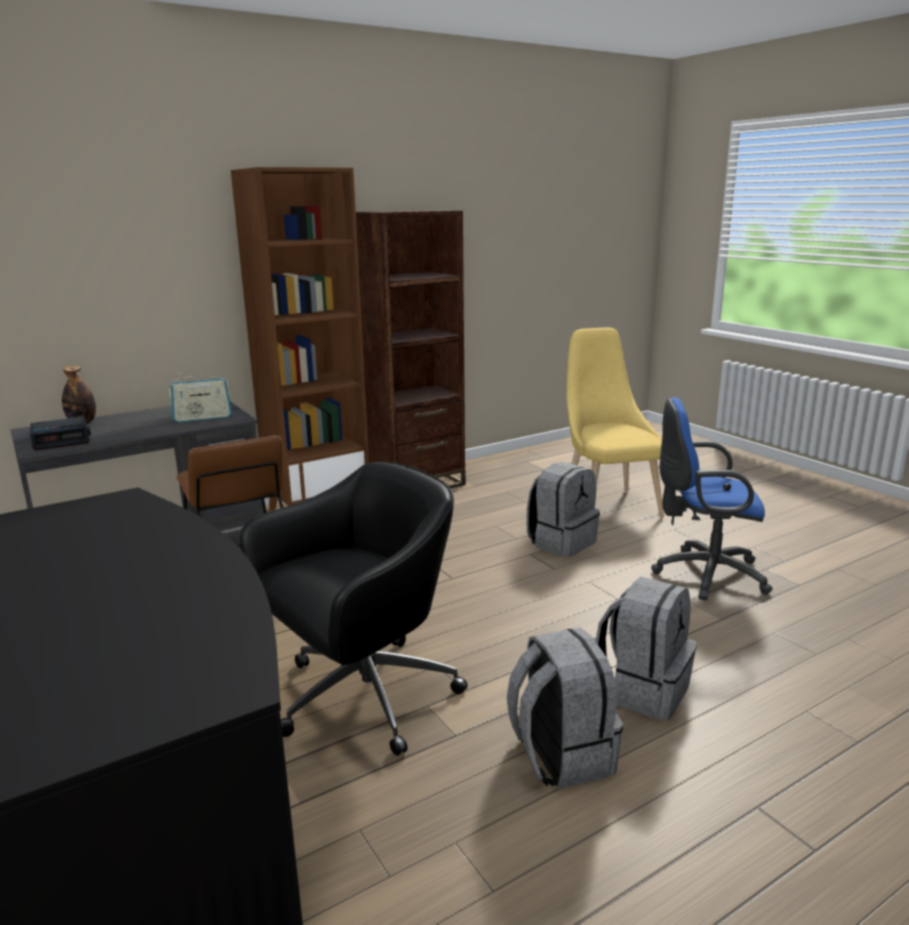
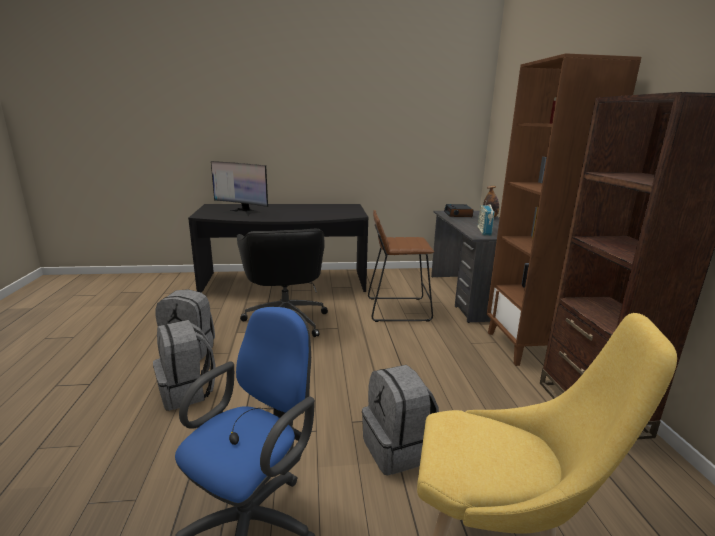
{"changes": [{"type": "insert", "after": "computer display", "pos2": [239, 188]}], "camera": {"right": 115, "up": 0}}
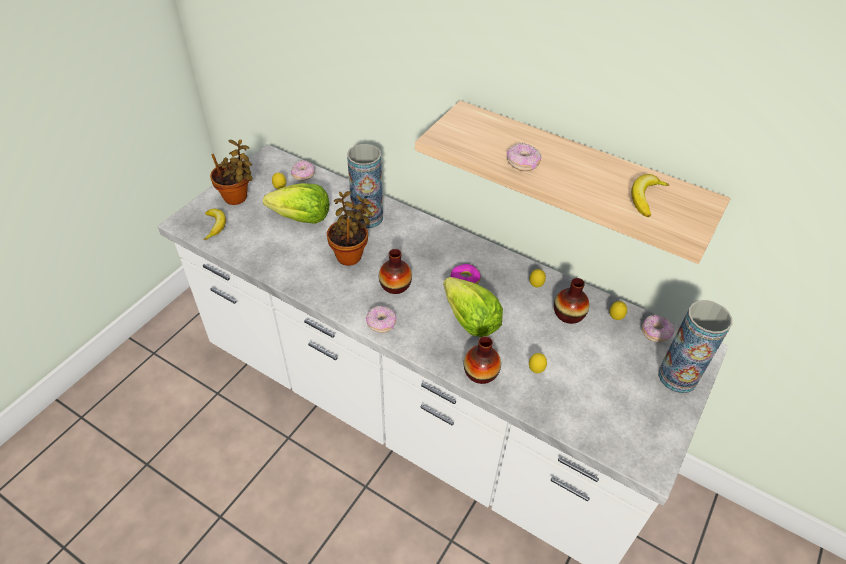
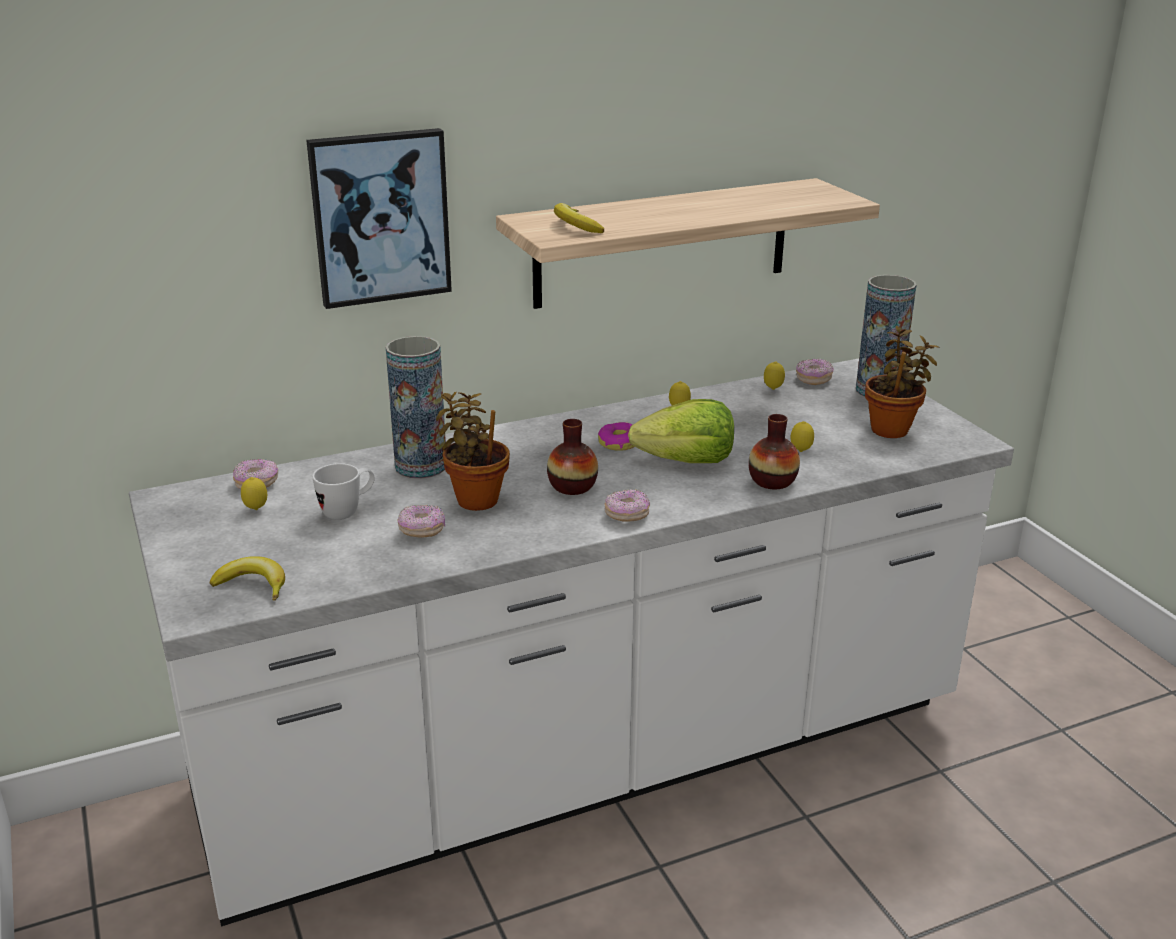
{"changes": [{"type": "move", "before": "potted plant", "pos1": [231, 172], "pos2": [902, 382]}, {"type": "replace", "before": "lettuce", "after": "white coffee mug", "pos1": [296, 203], "pos2": [343, 491]}, {"type": "move", "before": "ring doughnut", "pos1": [524, 157], "pos2": [421, 521]}, {"type": "delete", "before": "decorative vase", "pos1": [571, 301]}, {"type": "move", "before": "whole banana", "pos1": [650, 195], "pos2": [579, 218]}, {"type": "insert", "after": "picture", "pos2": [379, 218]}], "camera": {"right": -55, "up": -20}}
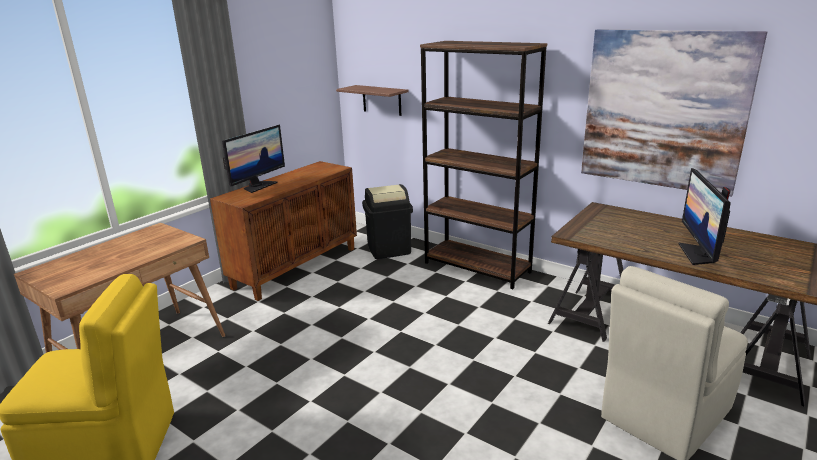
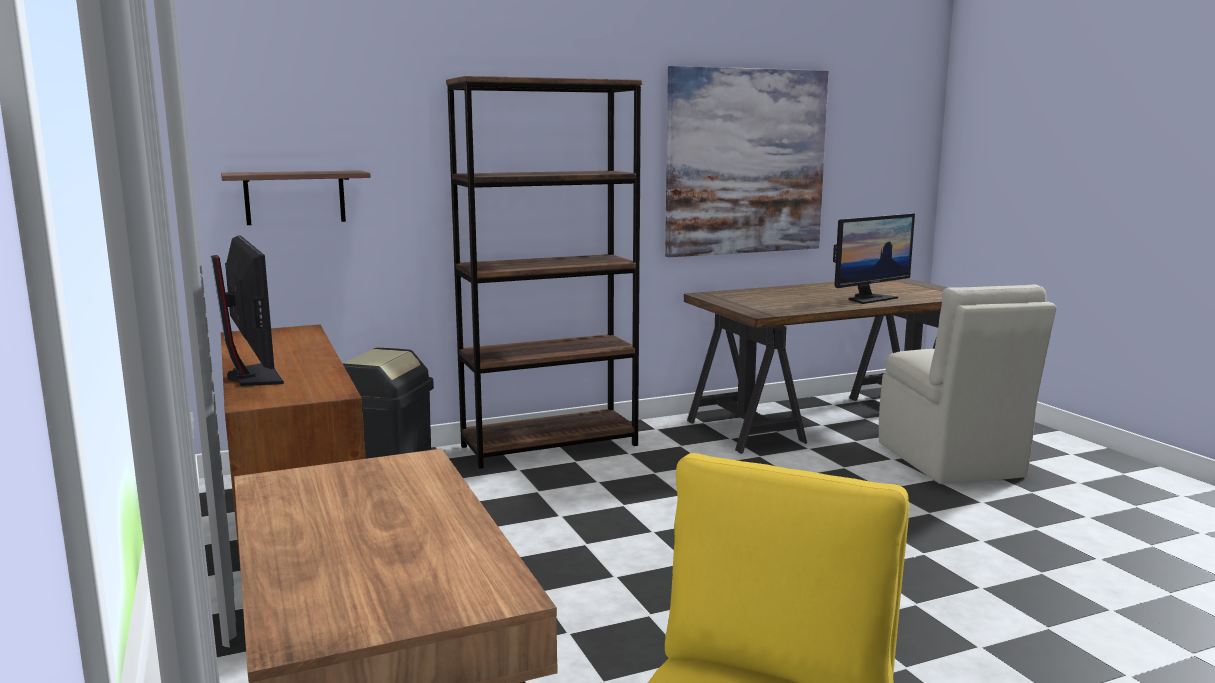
{"changes": [{"type": "rotate", "before": "computer display", "pos1": [705, 216], "pos2": [874, 259], "turn": -75}], "camera": {"right": -60, "up": -10}}
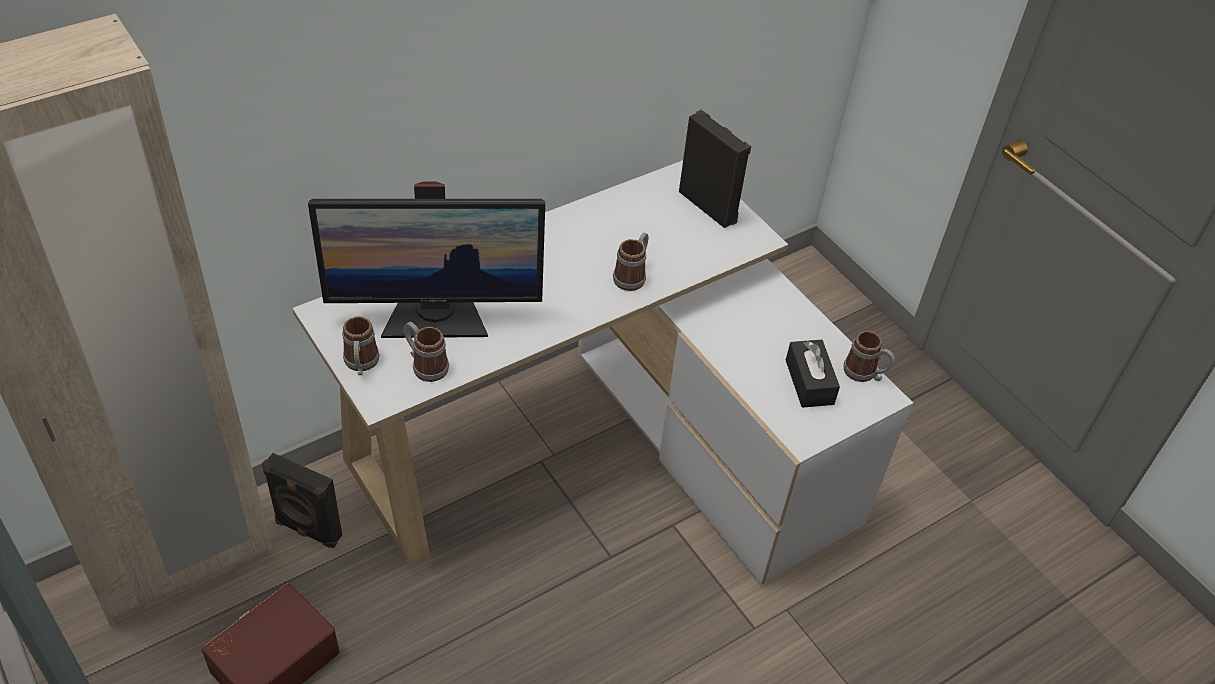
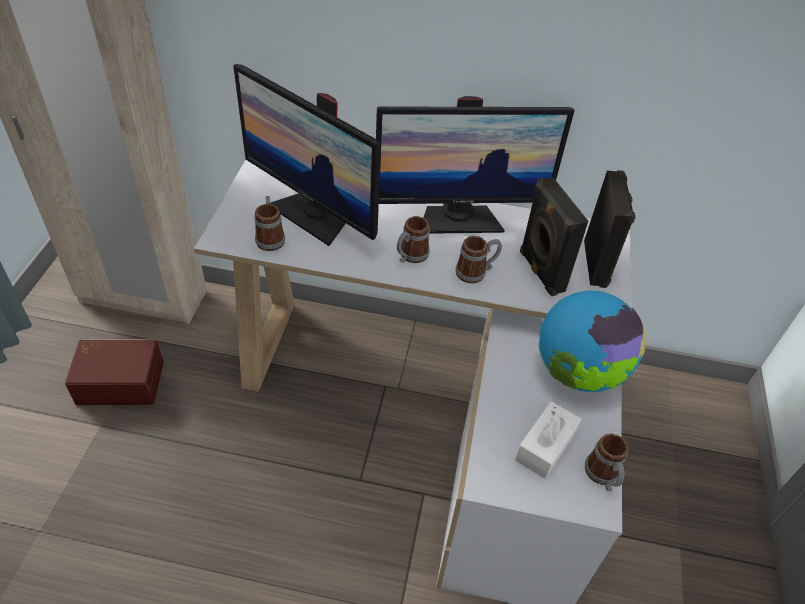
{"changes": [{"type": "move", "before": "blackish speaker", "pos1": [302, 500], "pos2": [554, 236]}, {"type": "move", "before": "coffee mug", "pos1": [361, 345], "pos2": [413, 239]}, {"type": "recolor", "before": "blackish box of tissues", "after": "white box of tissues", "pos1": [813, 374], "pos2": [548, 440]}, {"type": "insert", "after": "computer display", "pos2": [475, 165]}, {"type": "insert", "after": "globe", "pos2": [592, 341]}], "camera": {"right": 45, "up": 0}}
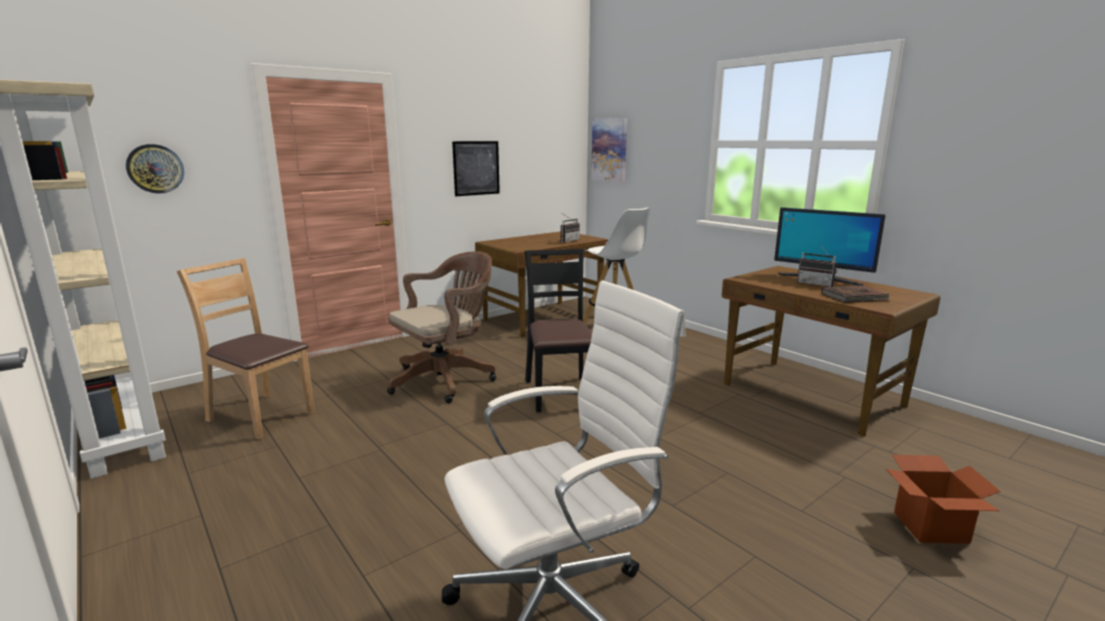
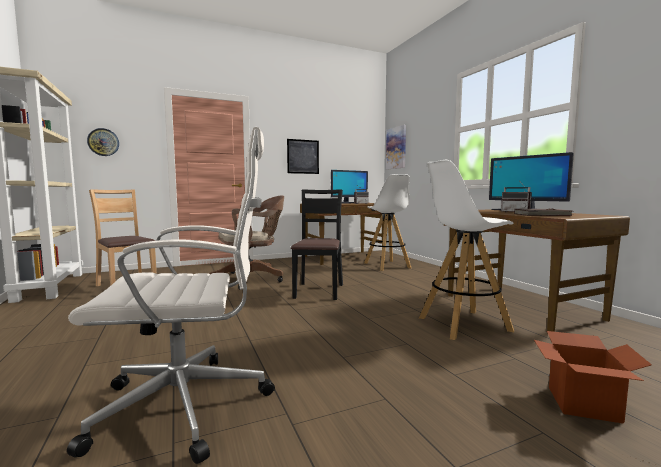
{"changes": [{"type": "insert", "after": "computer display", "pos2": [349, 187]}, {"type": "insert", "after": "white stool seat", "pos2": [466, 250]}], "camera": {"right": 15, "up": -10}}
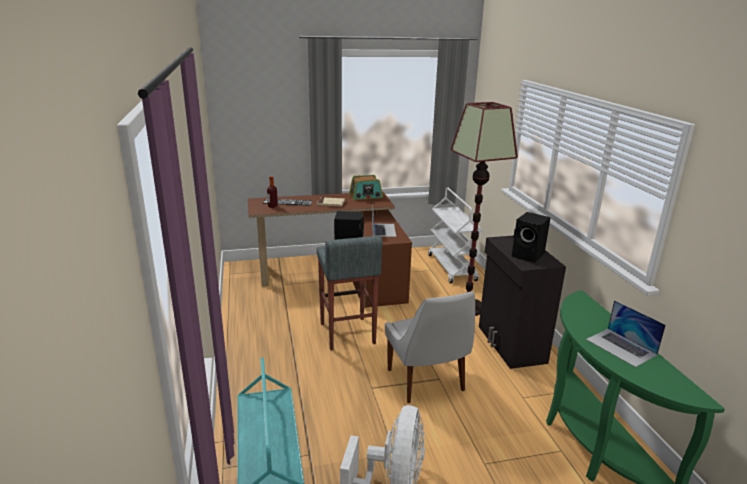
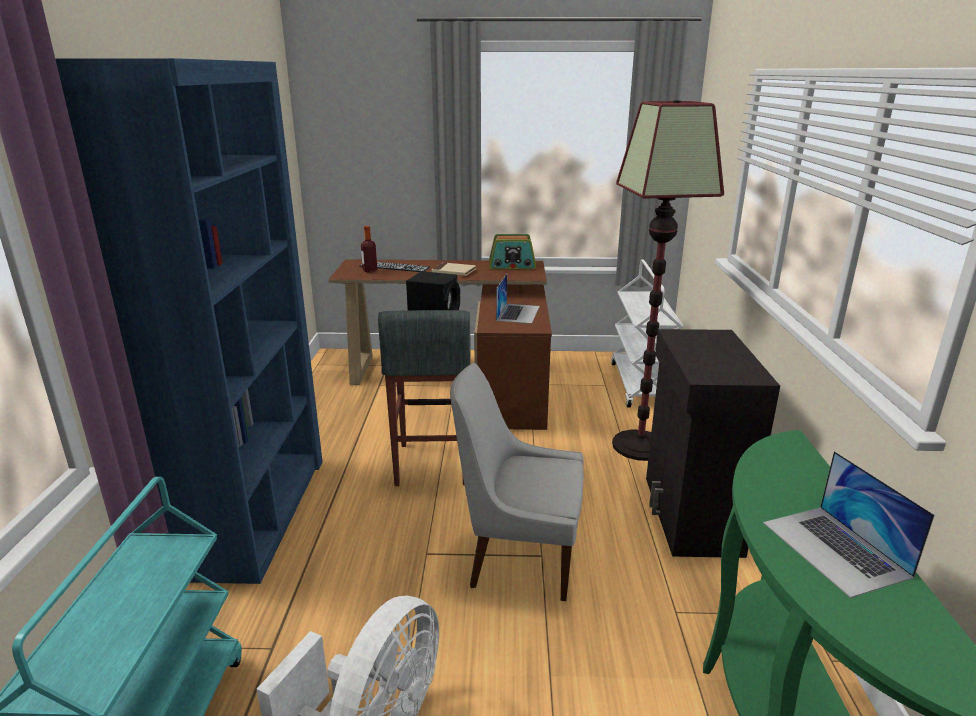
{"changes": [{"type": "rotate", "before": "white upright chair", "pos1": [430, 347], "pos2": [517, 482], "turn": 105}, {"type": "delete", "before": "blackish speaker", "pos1": [531, 237]}, {"type": "insert", "after": "blue-coloured shelving unit", "pos2": [189, 321]}], "camera": {"right": 15, "up": 0}}
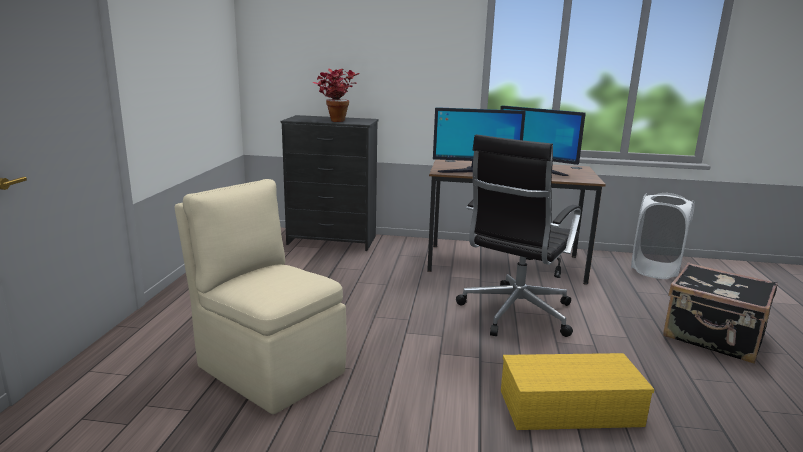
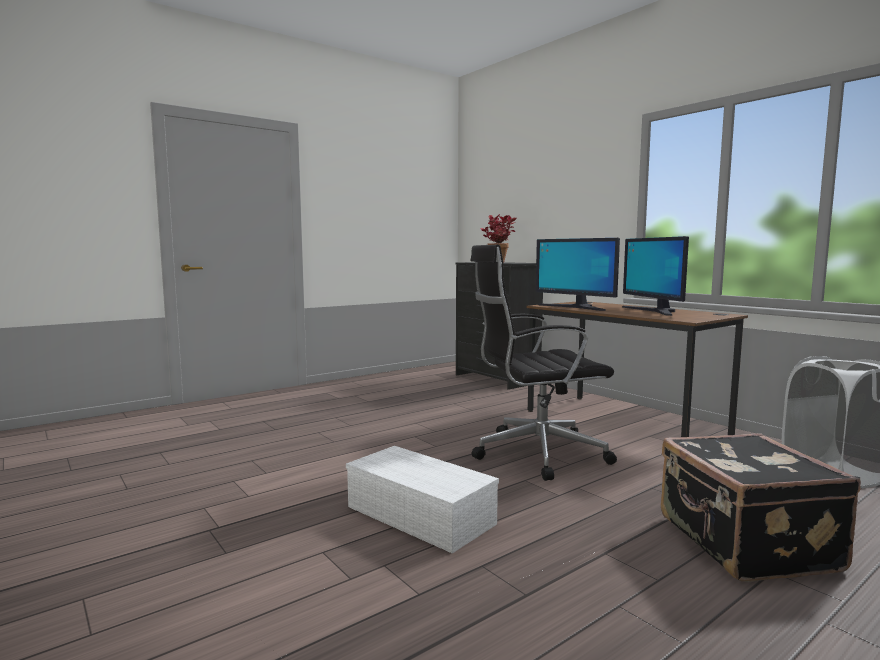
{"changes": [{"type": "delete", "before": "beige upright chair", "pos1": [261, 296]}, {"type": "recolor", "before": "yellow storage bin", "after": "white storage bin", "pos1": [578, 391], "pos2": [422, 499]}], "camera": {"right": 45, "up": -10}}
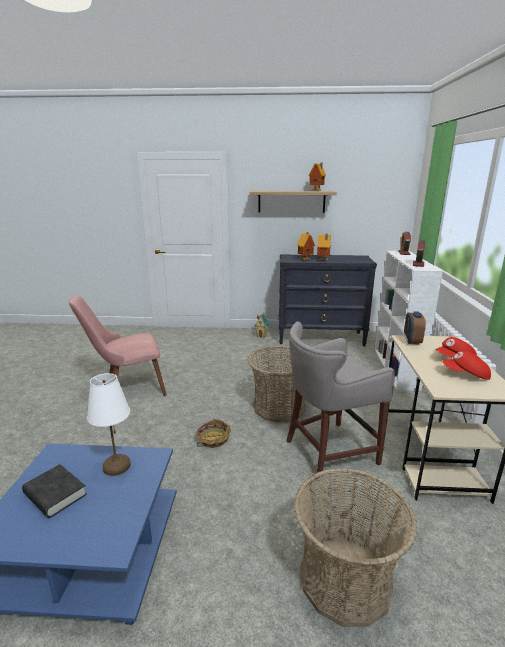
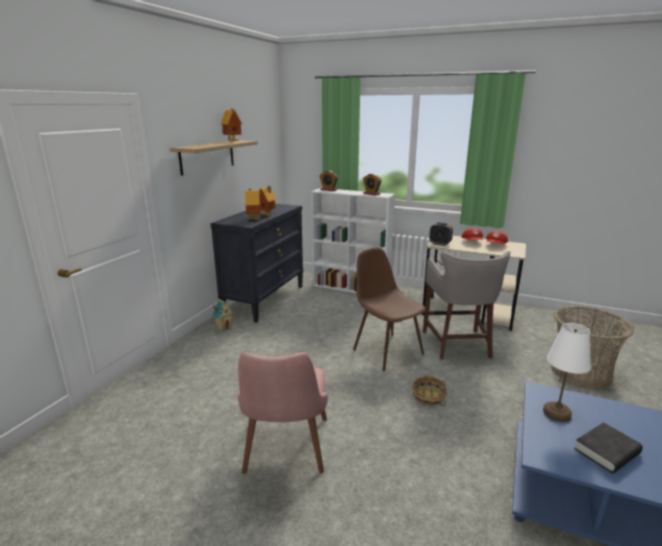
{"changes": [{"type": "replace", "before": "basket", "after": "brownish upright chair", "pos1": [277, 384], "pos2": [389, 309]}], "camera": {"right": -70, "up": 0}}
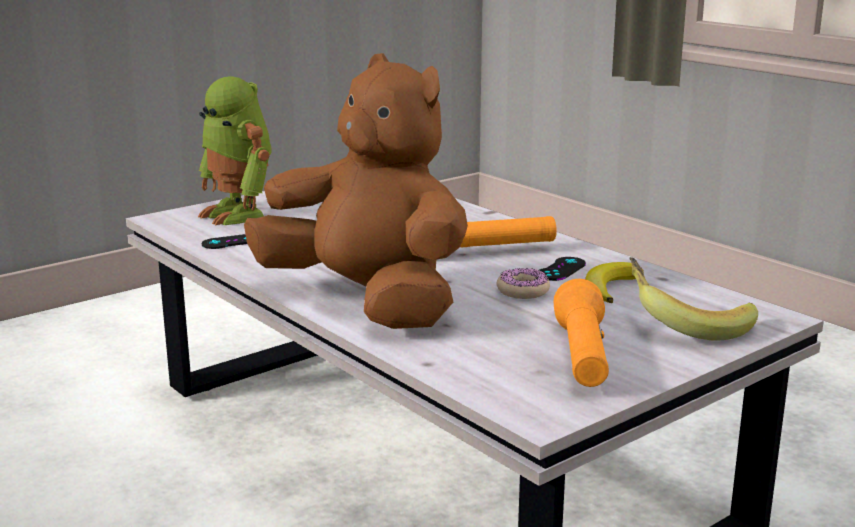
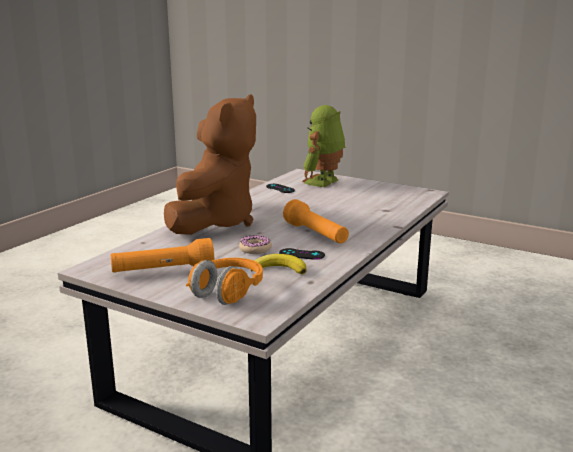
{"changes": [{"type": "replace", "before": "whole banana", "after": "orange-coloured headset", "pos1": [693, 299], "pos2": [224, 281]}], "camera": {"right": 70, "up": 0}}
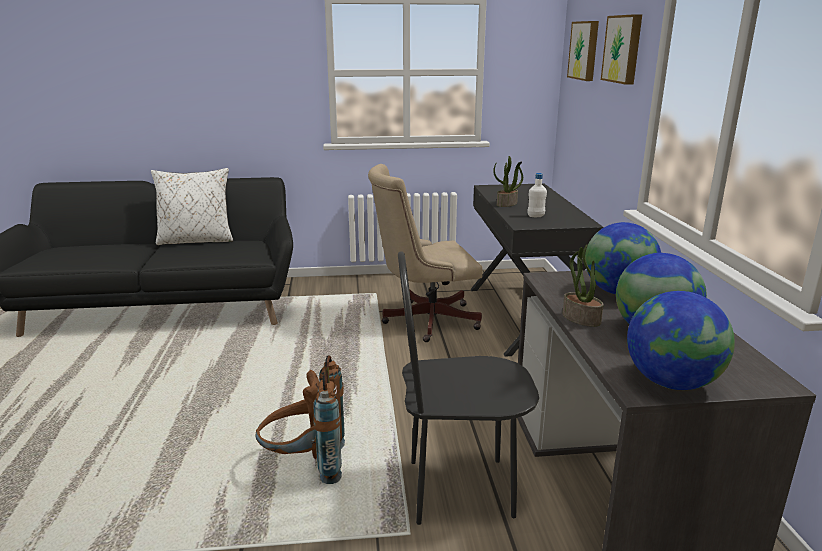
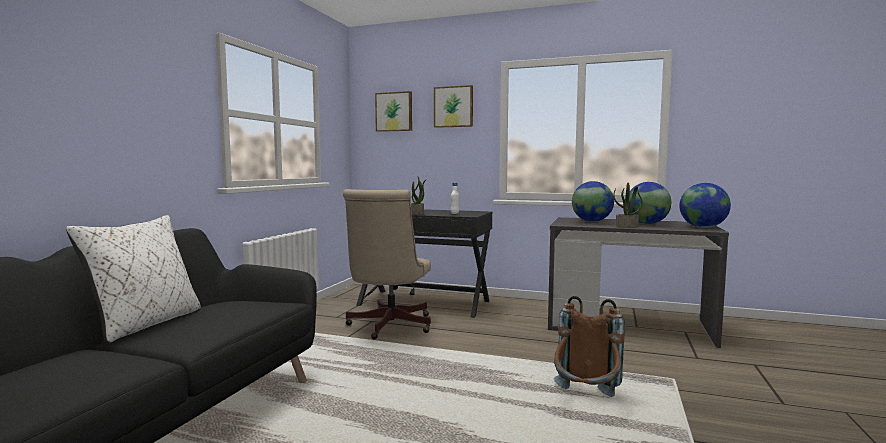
{"changes": [{"type": "delete", "before": "blackish upright chair", "pos1": [468, 388]}], "camera": {"right": -65, "up": -15}}
